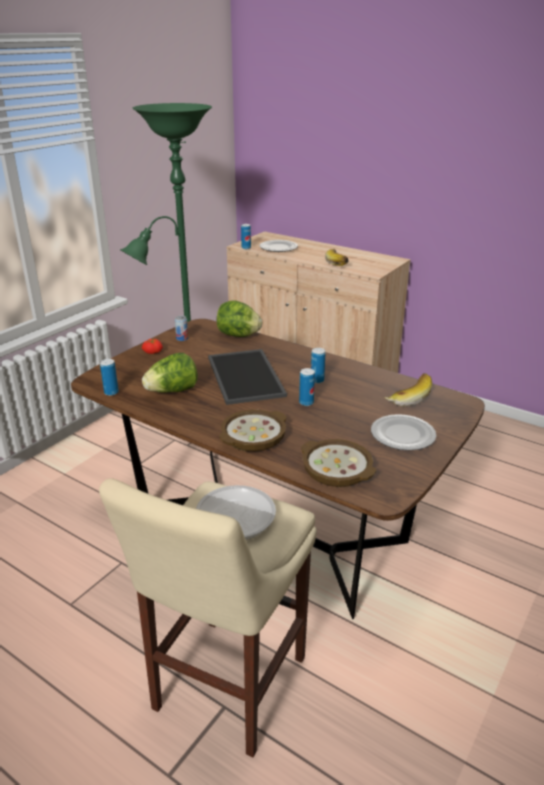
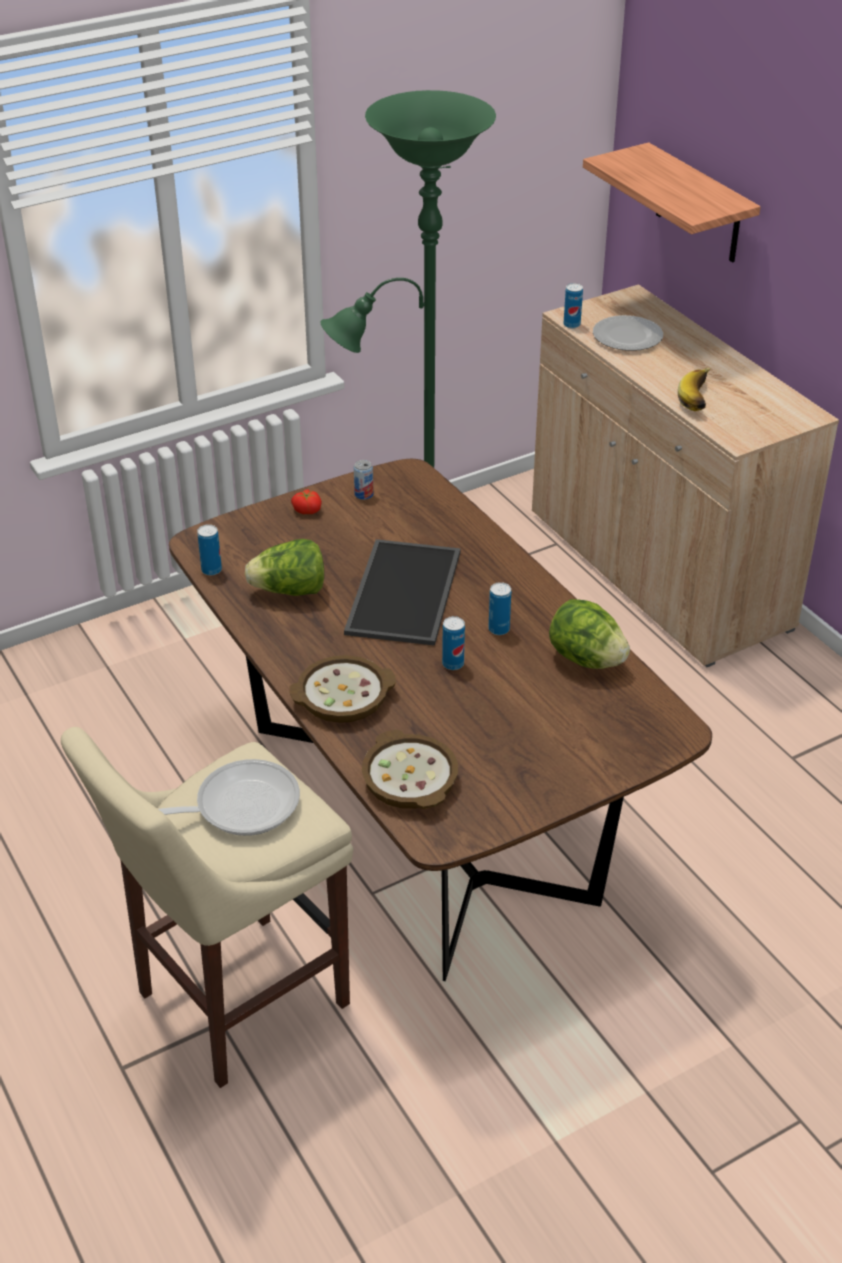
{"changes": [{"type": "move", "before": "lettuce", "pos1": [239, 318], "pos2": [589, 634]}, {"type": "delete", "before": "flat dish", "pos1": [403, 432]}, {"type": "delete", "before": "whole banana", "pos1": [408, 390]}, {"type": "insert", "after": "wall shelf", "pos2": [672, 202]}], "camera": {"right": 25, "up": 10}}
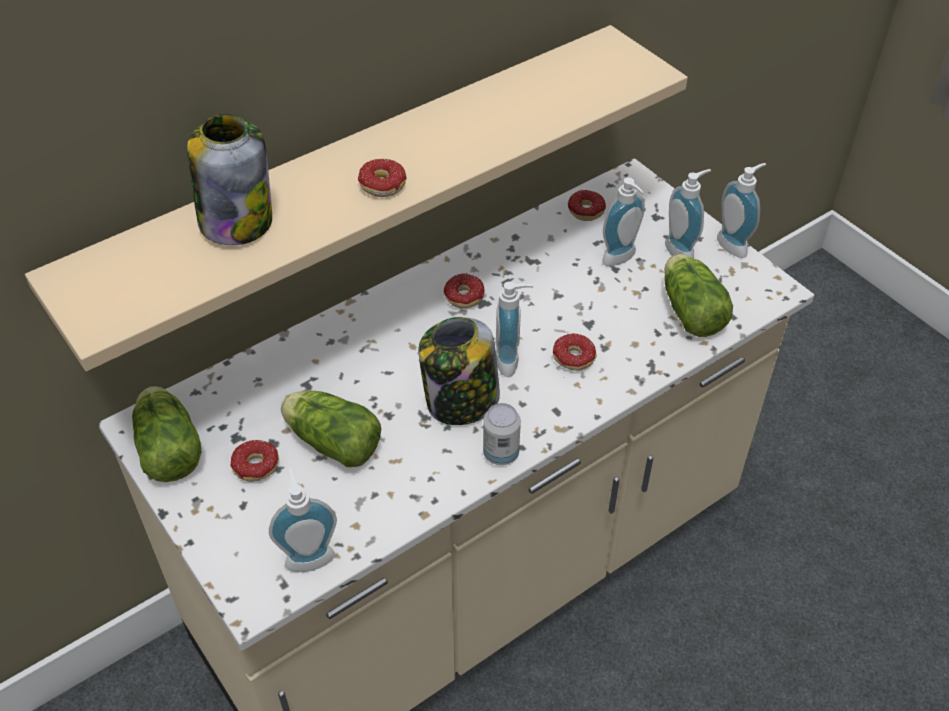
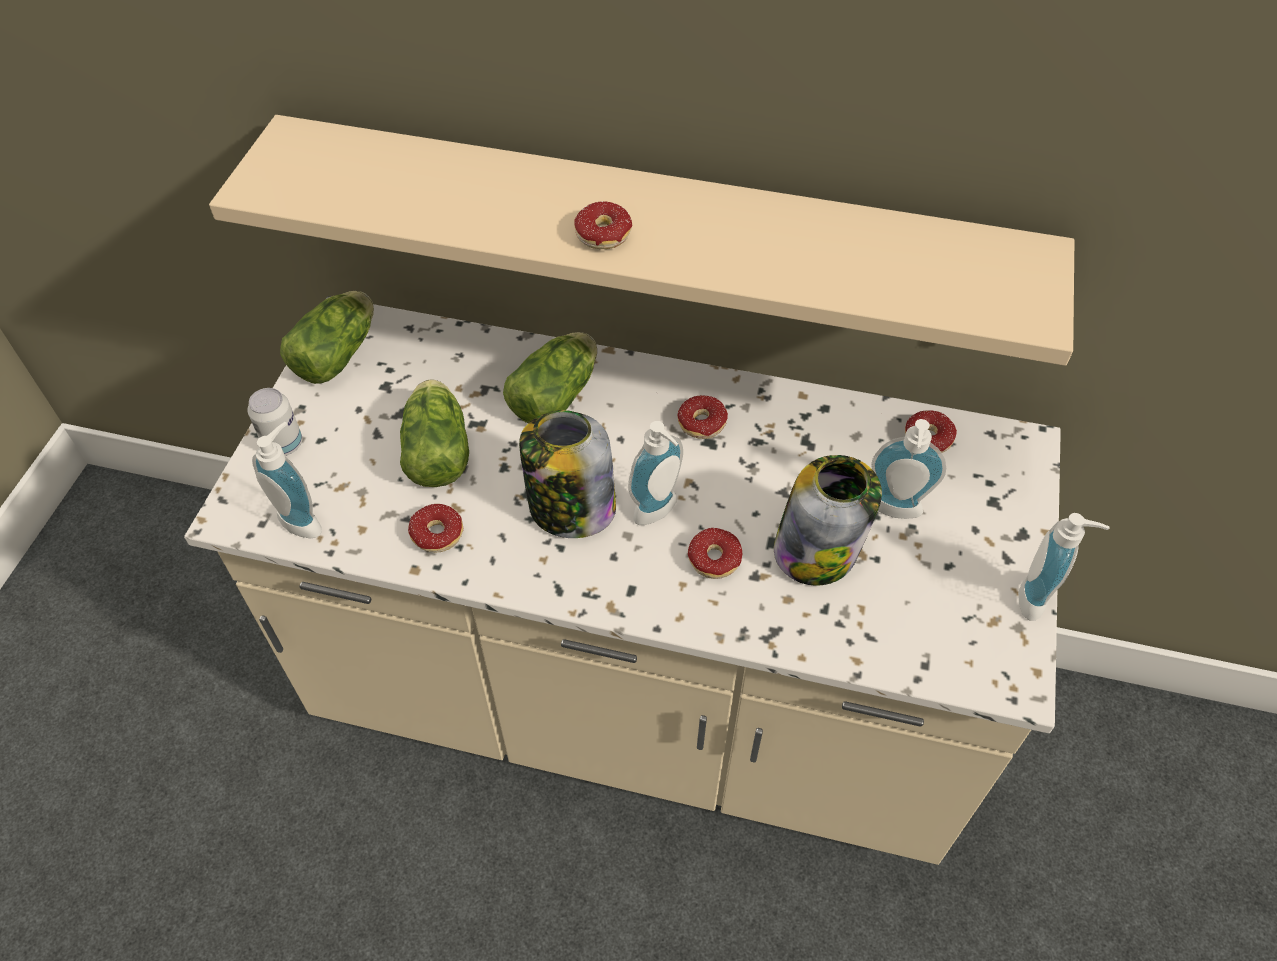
{"changes": [{"type": "move", "before": "preserve jar", "pos1": [229, 179], "pos2": [828, 520]}, {"type": "move", "before": "ring doughnut", "pos1": [254, 461], "pos2": [436, 528]}, {"type": "move", "before": "metal can", "pos1": [502, 434], "pos2": [274, 422]}, {"type": "move", "before": "lettuce", "pos1": [698, 295], "pos2": [550, 377]}, {"type": "delete", "before": "soap dispenser", "pos1": [688, 213]}], "camera": {"right": 50, "up": 5}}
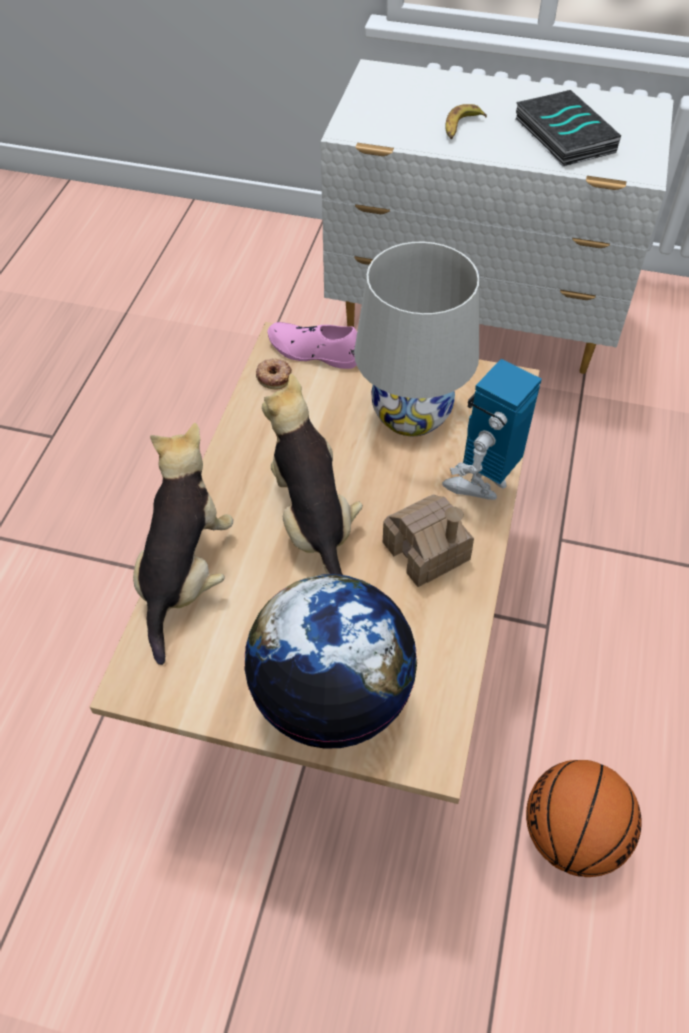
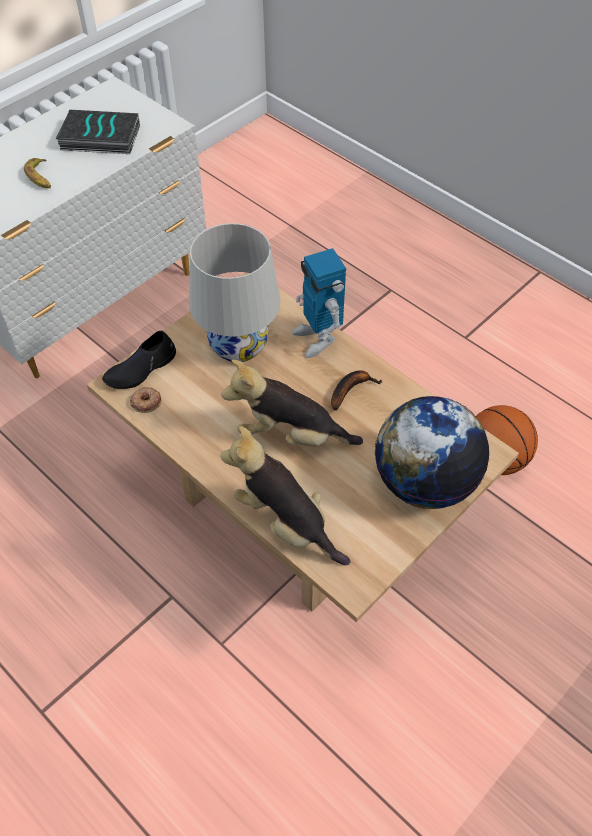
{"changes": [{"type": "recolor", "before": "pink low shoe", "after": "blackish low shoe", "pos1": [312, 345], "pos2": [139, 360]}, {"type": "replace", "before": "model house", "after": "whole banana", "pos1": [428, 540], "pos2": [356, 390]}], "camera": {"right": -60, "up": 0}}
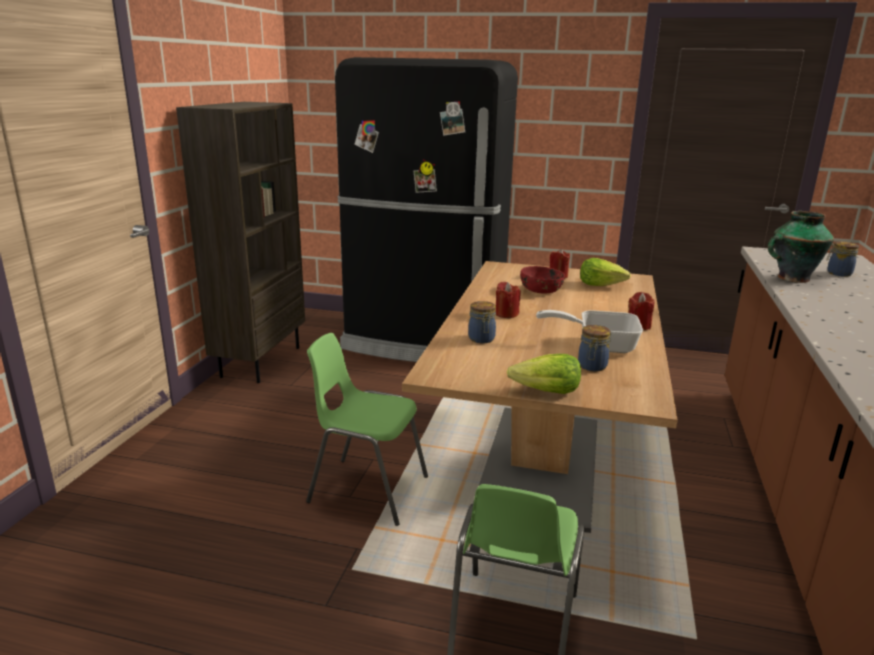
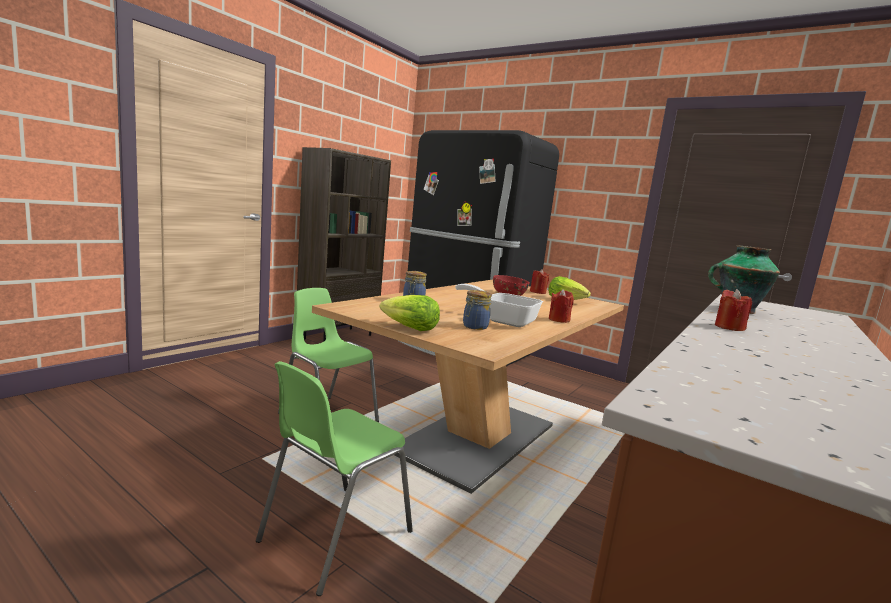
{"changes": [{"type": "move", "before": "red-coloured candle", "pos1": [508, 300], "pos2": [733, 310]}, {"type": "delete", "before": "preserve jar", "pos1": [842, 259]}], "camera": {"right": 20, "up": -10}}
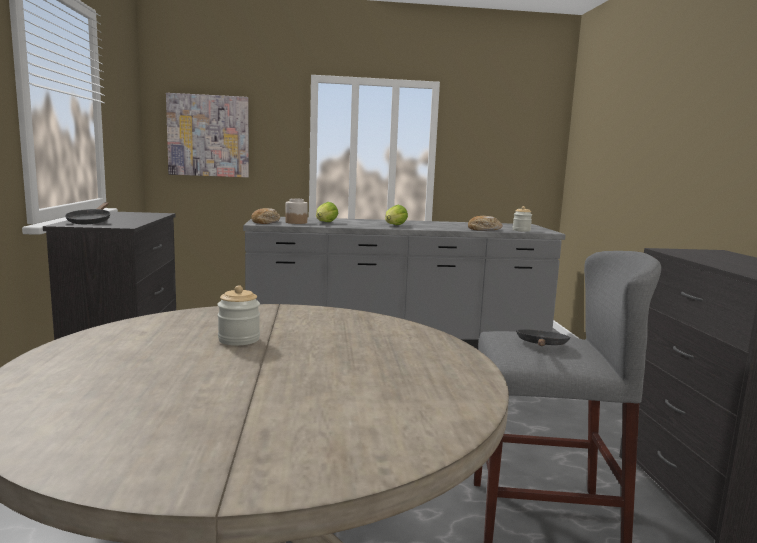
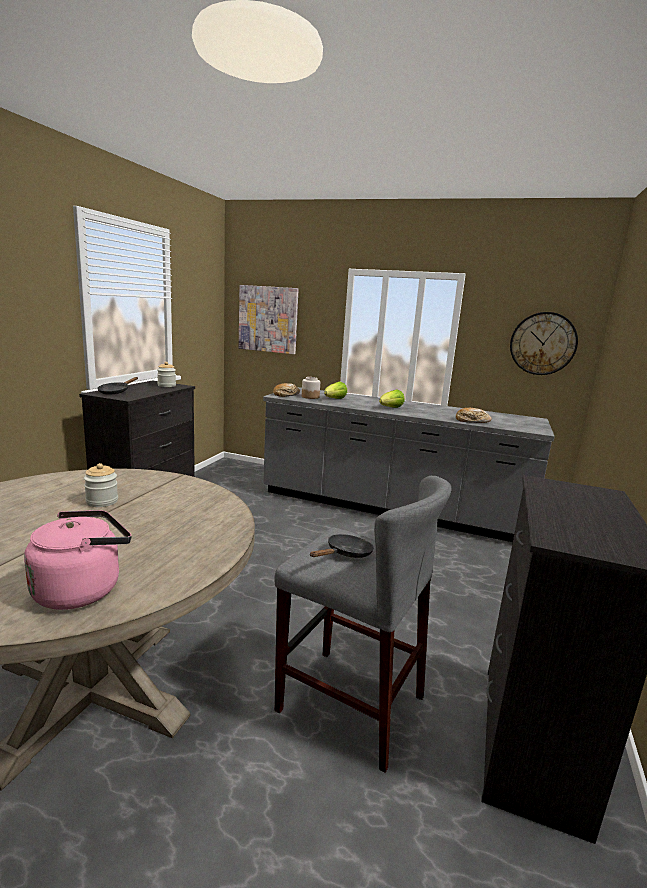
{"changes": [{"type": "move", "before": "preserve jar", "pos1": [522, 219], "pos2": [166, 374]}, {"type": "insert", "after": "pink kettle", "pos2": [77, 560]}, {"type": "insert", "after": "hanging clock", "pos2": [544, 343]}], "camera": {"right": 25, "up": 5}}
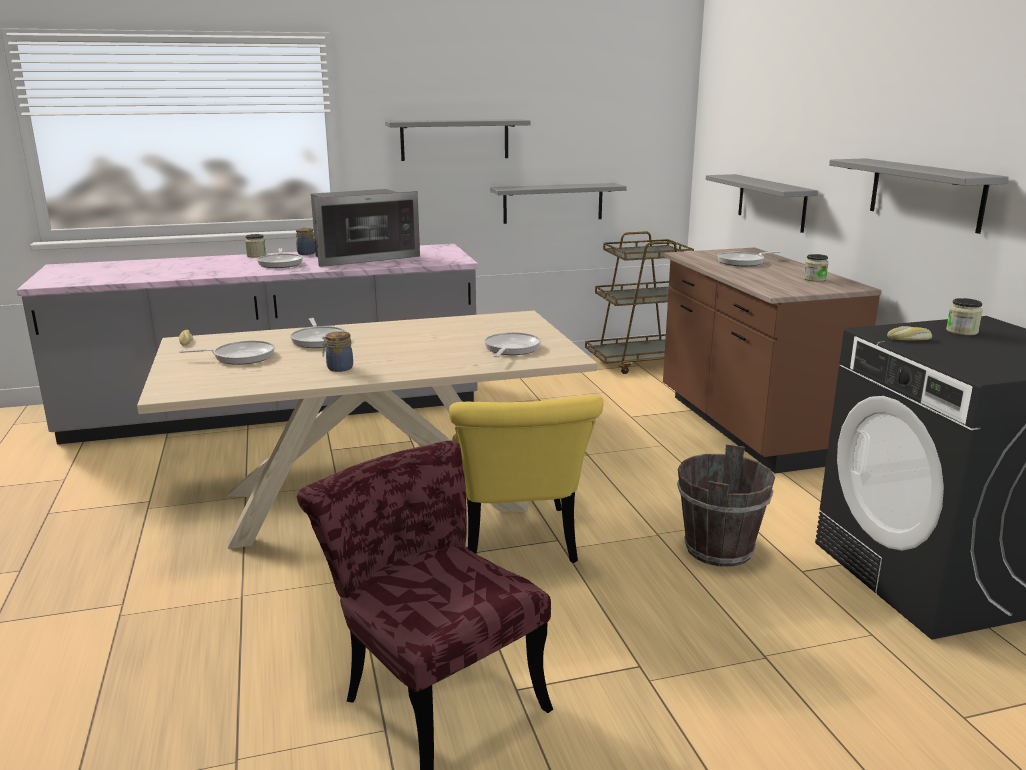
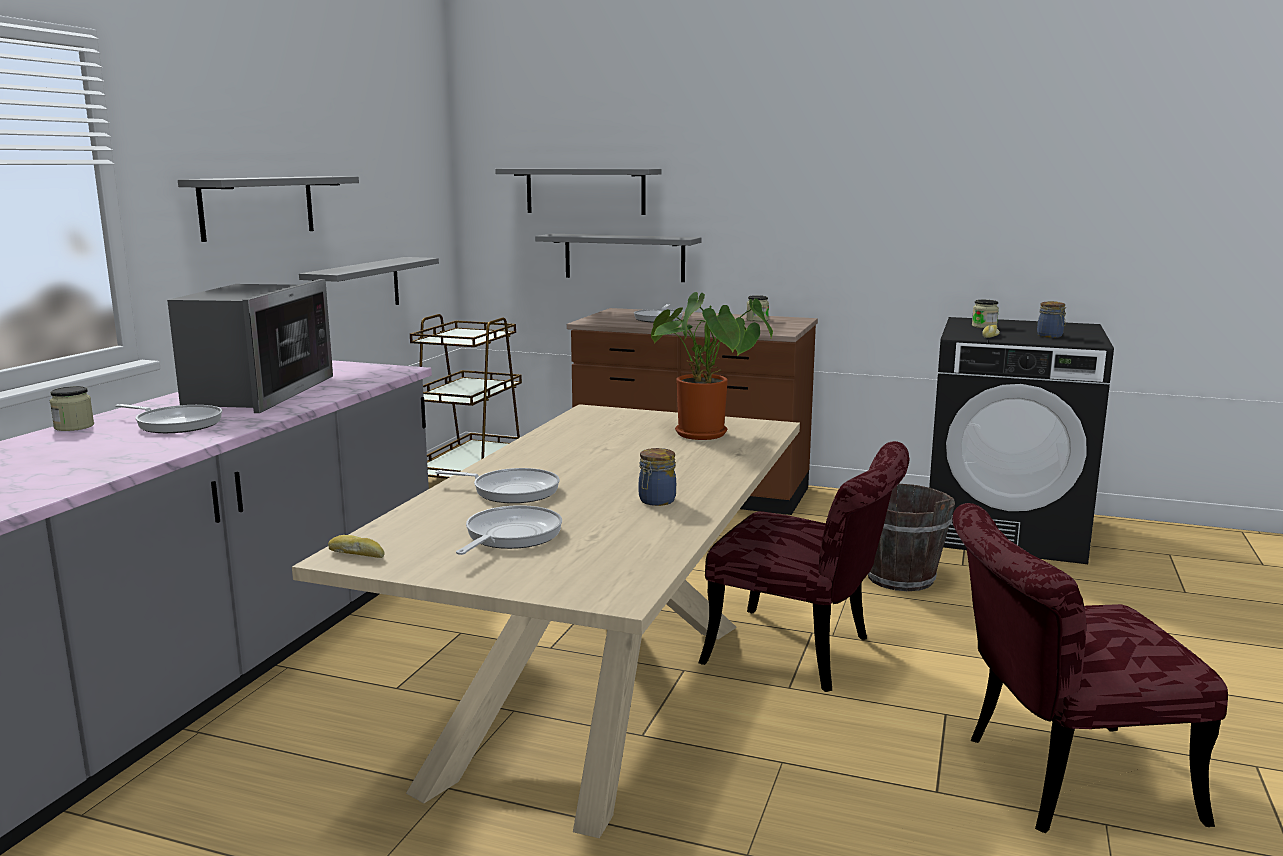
{"changes": [{"type": "move", "before": "preserve jar", "pos1": [305, 241], "pos2": [1051, 319]}, {"type": "recolor", "before": "yellow upright chair", "after": "red-coloured upright chair", "pos1": [526, 479], "pos2": [804, 566]}, {"type": "replace", "before": "skillet", "after": "potted plant", "pos1": [512, 344], "pos2": [712, 366]}, {"type": "move", "before": "greyish wall shelf", "pos1": [919, 196], "pos2": [578, 191]}], "camera": {"right": -55, "up": -5}}
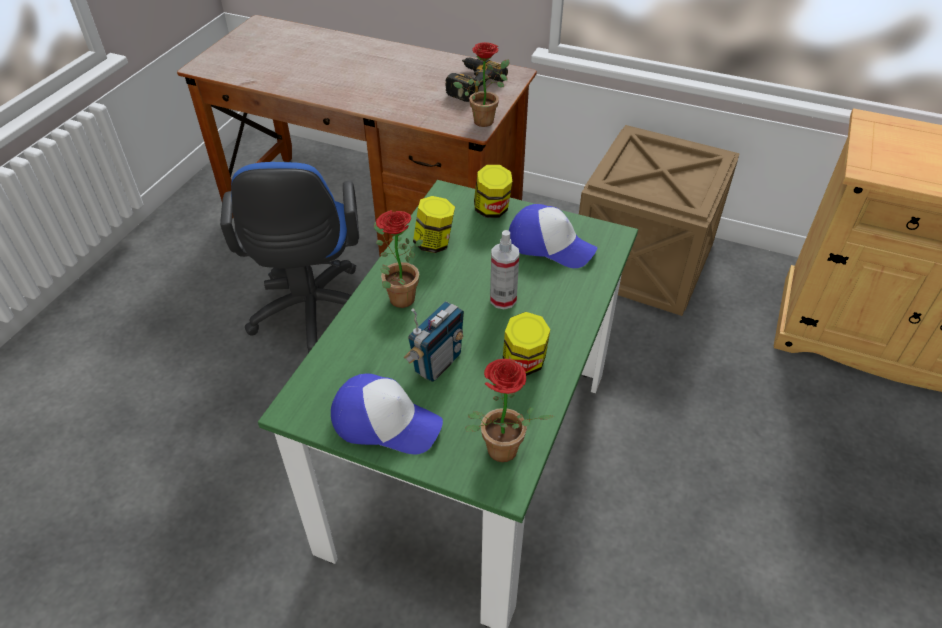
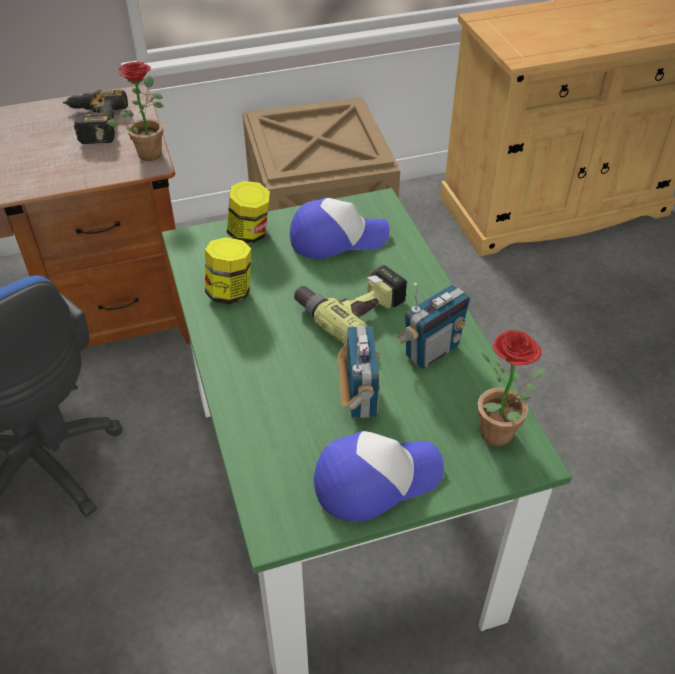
{"changes": [{"type": "delete", "before": "potted plant", "pos1": [399, 259]}, {"type": "replace", "before": "spray bottle", "after": "electric drill", "pos1": [504, 269], "pos2": [351, 305]}, {"type": "replace", "before": "preserve jar", "after": "radio receiver", "pos1": [526, 344], "pos2": [433, 326]}], "camera": {"right": -40, "up": 0}}
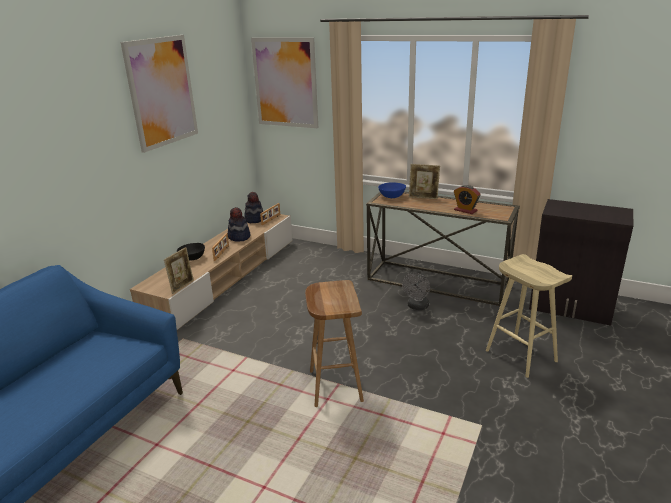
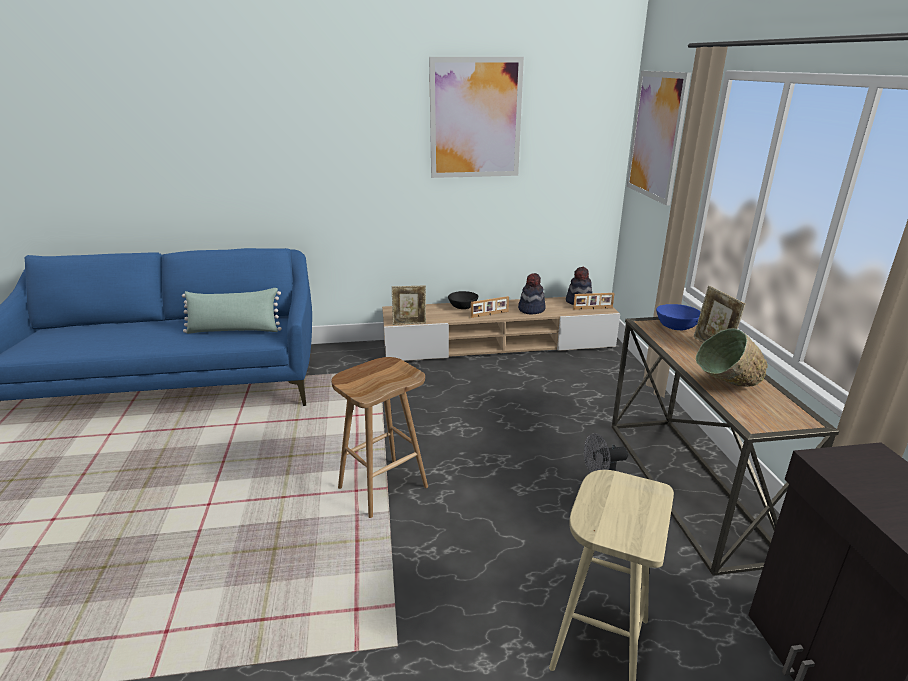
{"changes": [{"type": "replace", "before": "table clock", "after": "green-coloured deep dish", "pos1": [467, 199], "pos2": [732, 357]}, {"type": "insert", "after": "green-coloured pillow", "pos2": [232, 311]}], "camera": {"right": 55, "up": 0}}
